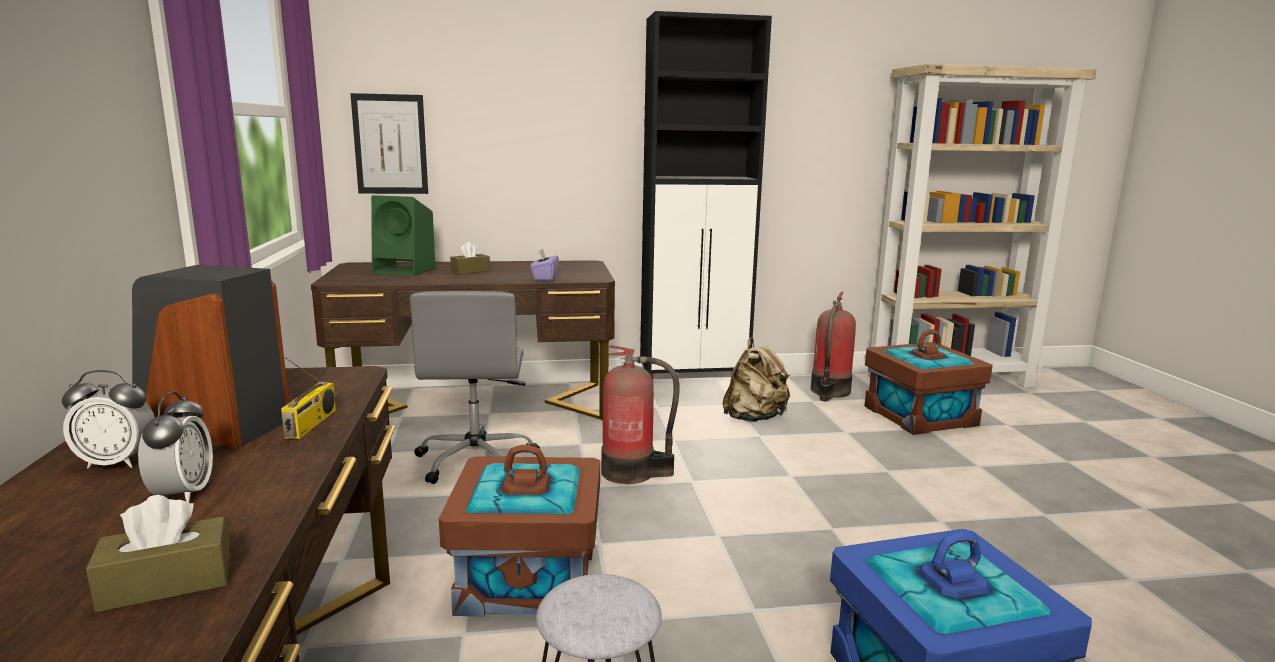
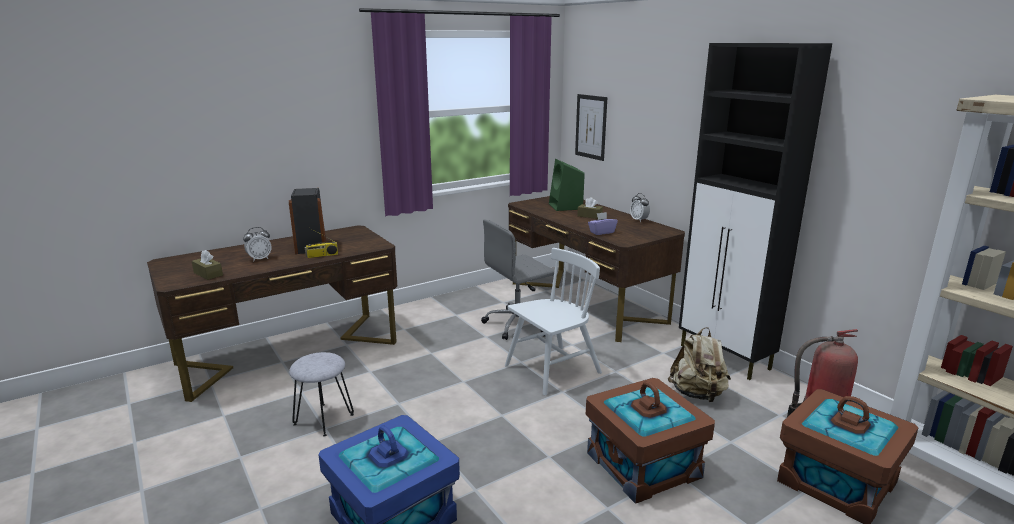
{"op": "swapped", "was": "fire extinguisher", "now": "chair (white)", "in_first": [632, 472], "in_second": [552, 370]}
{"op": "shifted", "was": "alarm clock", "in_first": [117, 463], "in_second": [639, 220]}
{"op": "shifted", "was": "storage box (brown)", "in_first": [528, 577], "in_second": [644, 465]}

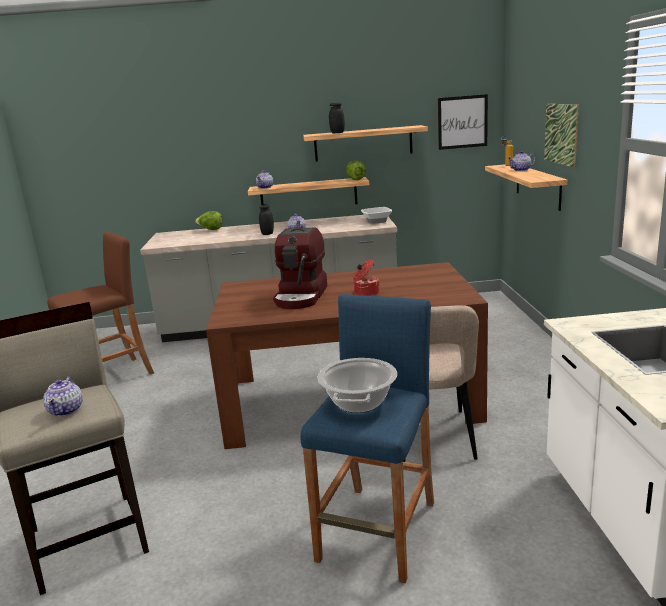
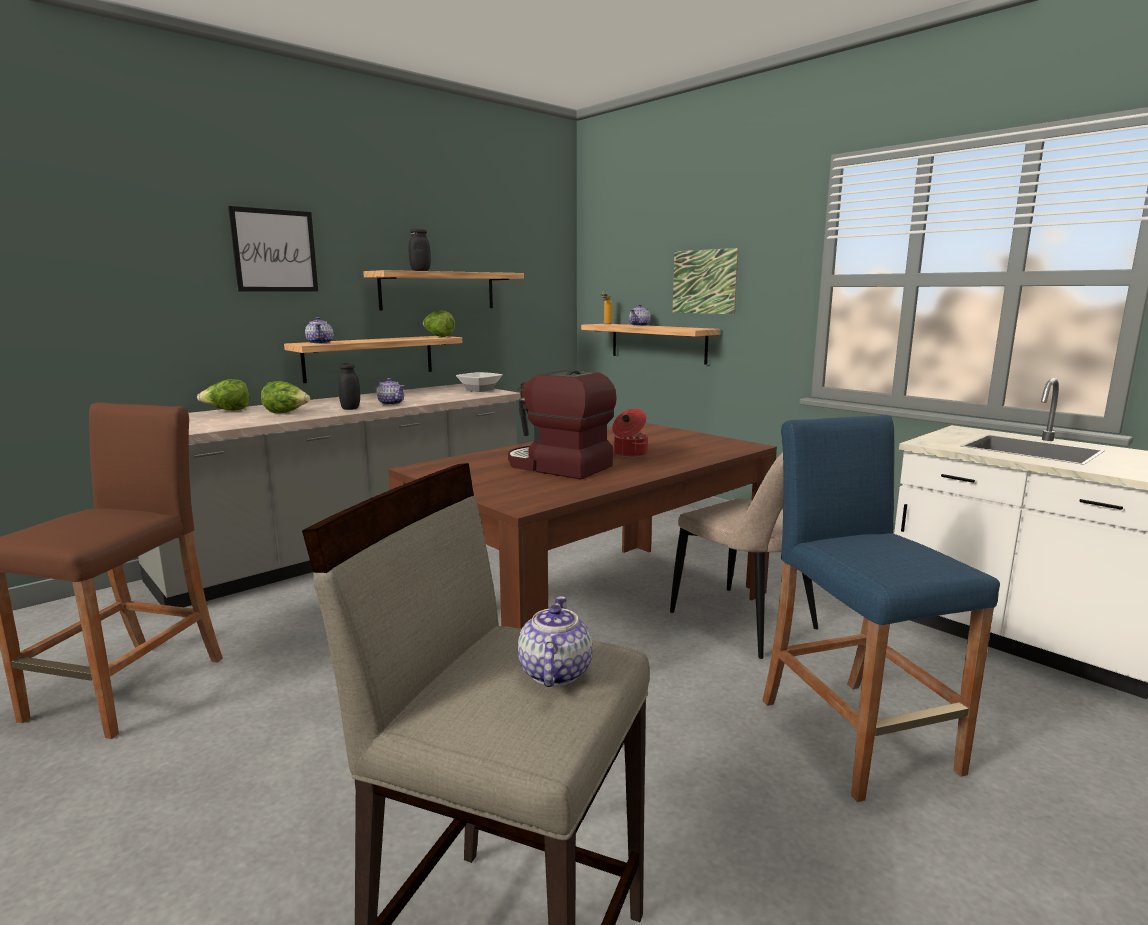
{"op": "shifted", "was": "picture", "in_first": [462, 122], "in_second": [275, 251]}
{"op": "rotated", "was": "coffee machine", "in_first": [302, 296], "in_second": [557, 467], "clockwise": 150}
{"op": "gone", "was": "cooking pot", "in_first": [358, 402]}
{"op": "rotated", "was": "teapot", "in_first": [66, 410], "in_second": [554, 673], "clockwise": -135}
{"op": "new", "now": "lettuce", "in_second": [286, 413]}

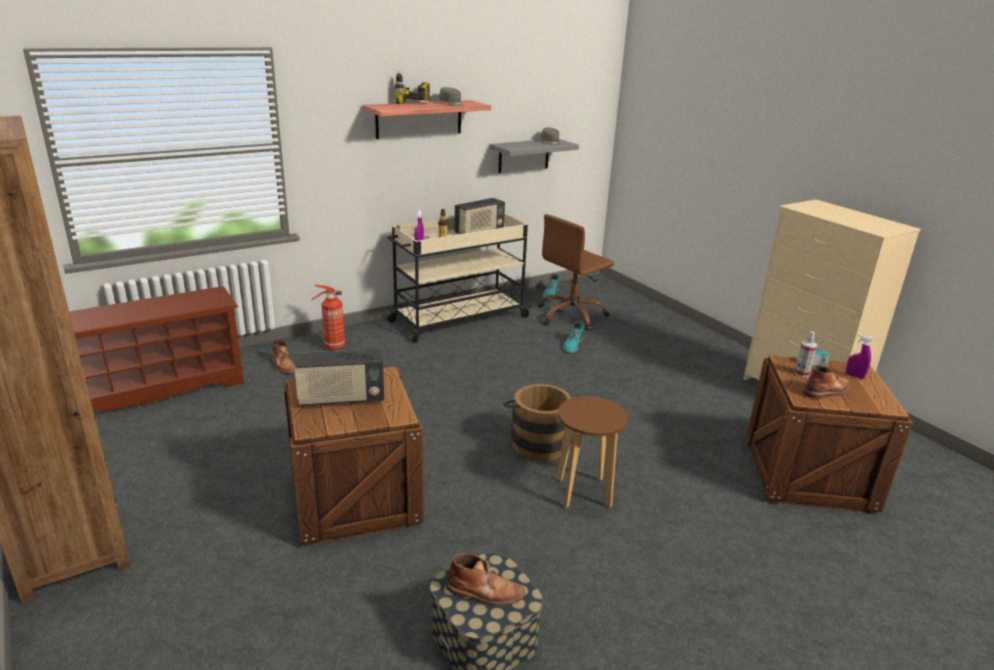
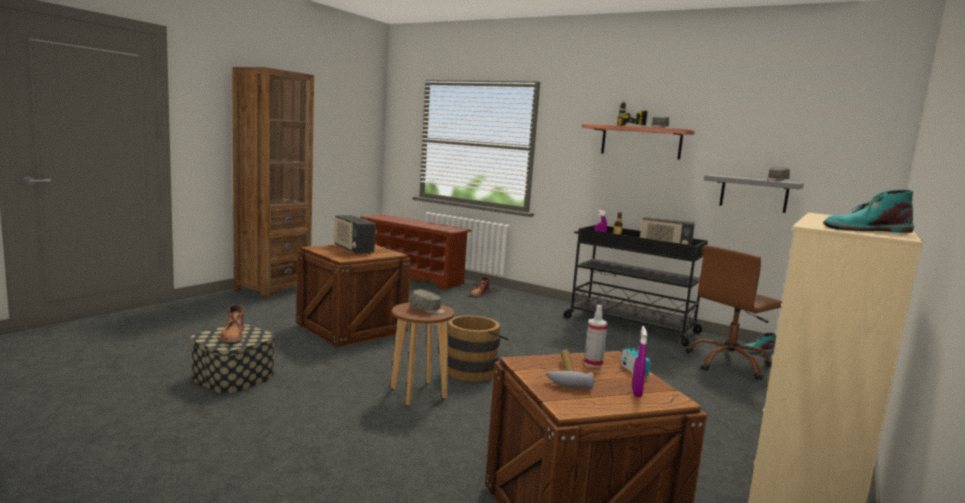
{"op": "repainted", "was": "cart (beige)", "now": "cart (black)", "in_first": [457, 319], "in_second": [629, 325]}
{"op": "rotated", "was": "office chair (brown)", "in_first": [571, 316], "in_second": [729, 363], "clockwise": -60}
{"op": "gone", "was": "fire extinguisher", "in_first": [333, 347]}
{"op": "shifted", "was": "boot (turquoise)", "in_first": [572, 345], "in_second": [865, 230]}
{"op": "swapped", "was": "boot (brown)", "now": "hammer", "in_first": [827, 390], "in_second": [565, 374]}
{"op": "new", "now": "cap (grey)", "in_second": [428, 310]}

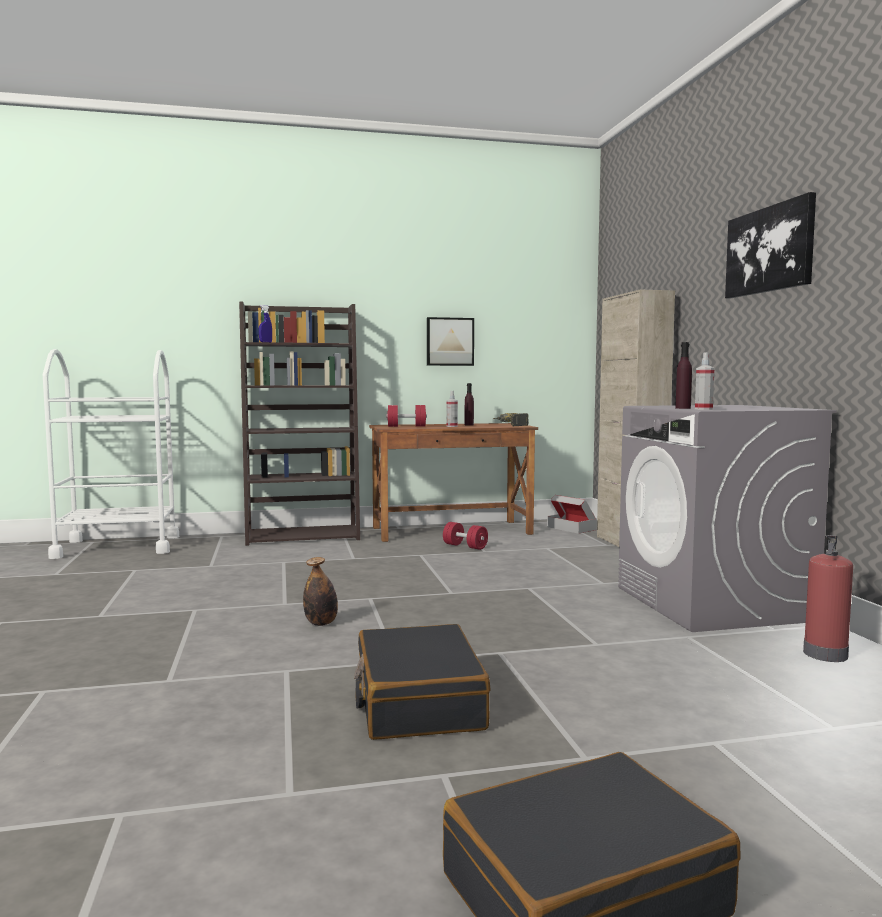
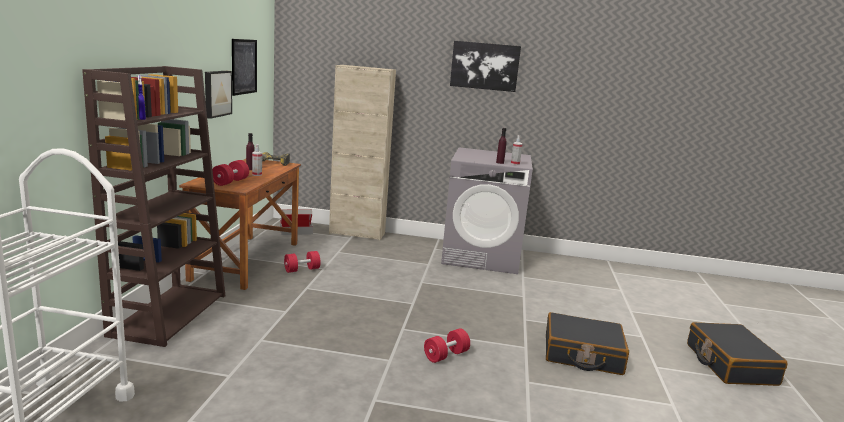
{"op": "gone", "was": "fire extinguisher", "in_first": [825, 653]}
{"op": "swapped", "was": "bottle", "now": "dumbbell (red)", "in_first": [321, 623], "in_second": [446, 355]}
{"op": "new", "now": "picture", "in_second": [244, 66]}

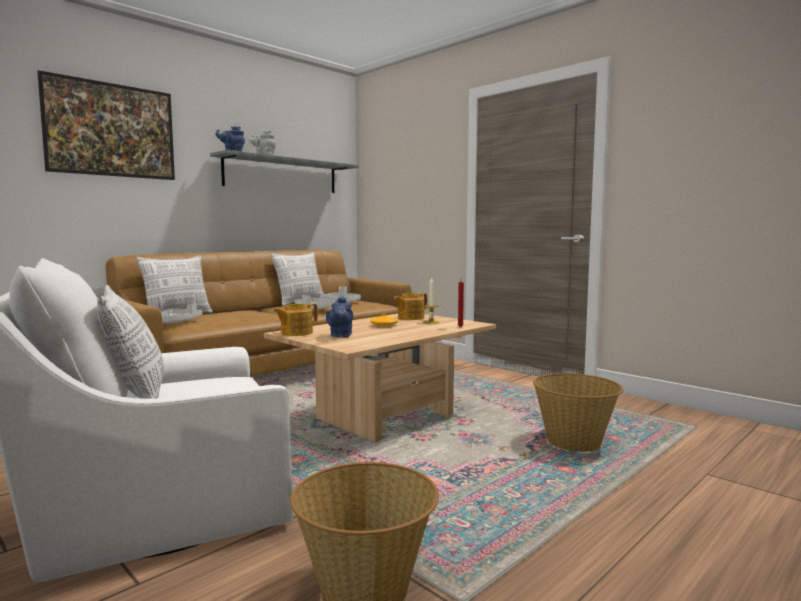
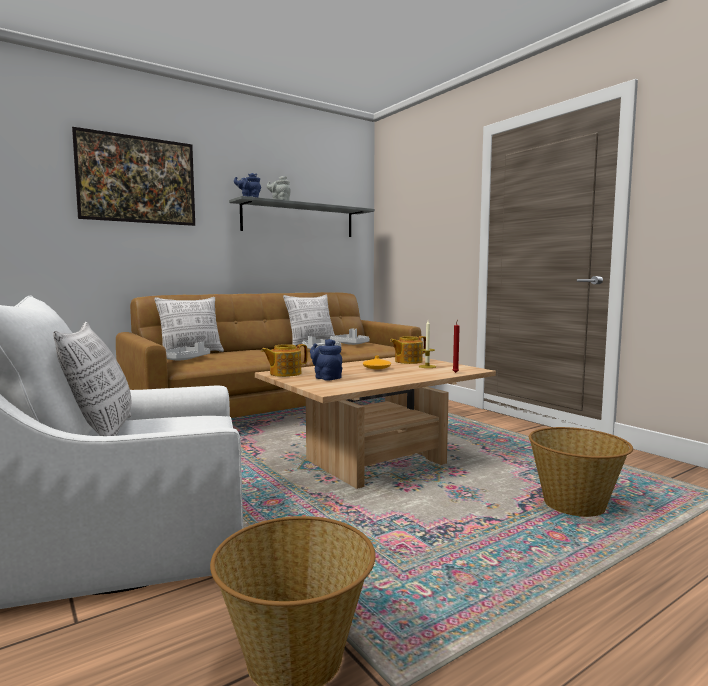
{"op": "rotated", "was": "teapot (blue)", "in_first": [340, 335], "in_second": [326, 378], "clockwise": 120}

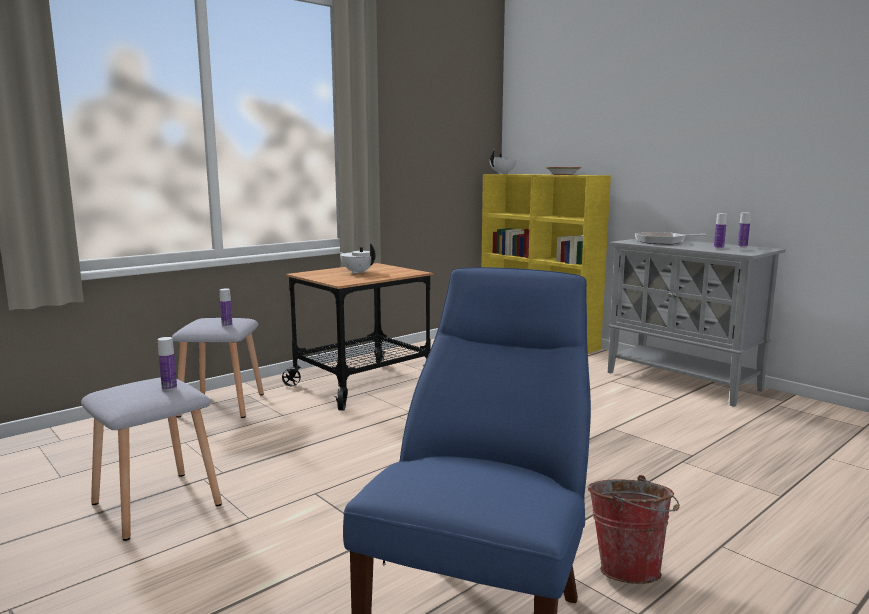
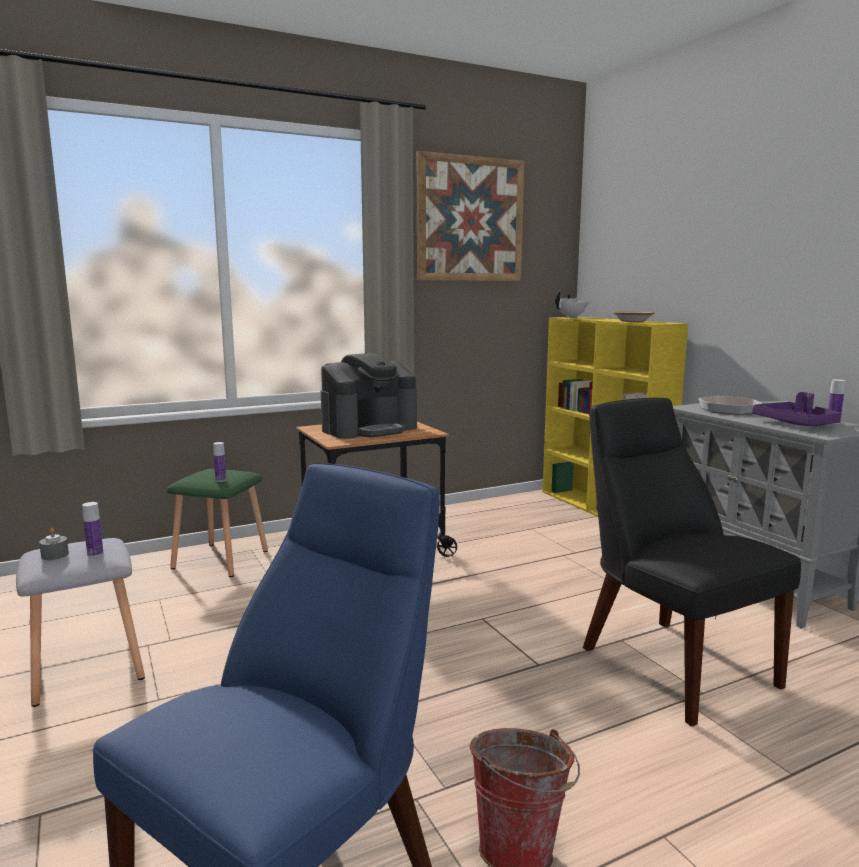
{"op": "swapped", "was": "bottle", "now": "tray (purple)", "in_first": [718, 248], "in_second": [796, 424]}
{"op": "swapped", "was": "teapot (white)", "now": "coffee machine", "in_first": [358, 272], "in_second": [369, 429]}
{"op": "repainted", "was": "stool (grey)", "now": "stool (green)", "in_first": [221, 404], "in_second": [221, 559]}
{"op": "new", "now": "picture", "in_second": [470, 219]}
{"op": "new", "now": "chair (black)", "in_second": [670, 662]}
{"op": "new", "now": "candle (grey)", "in_second": [55, 555]}

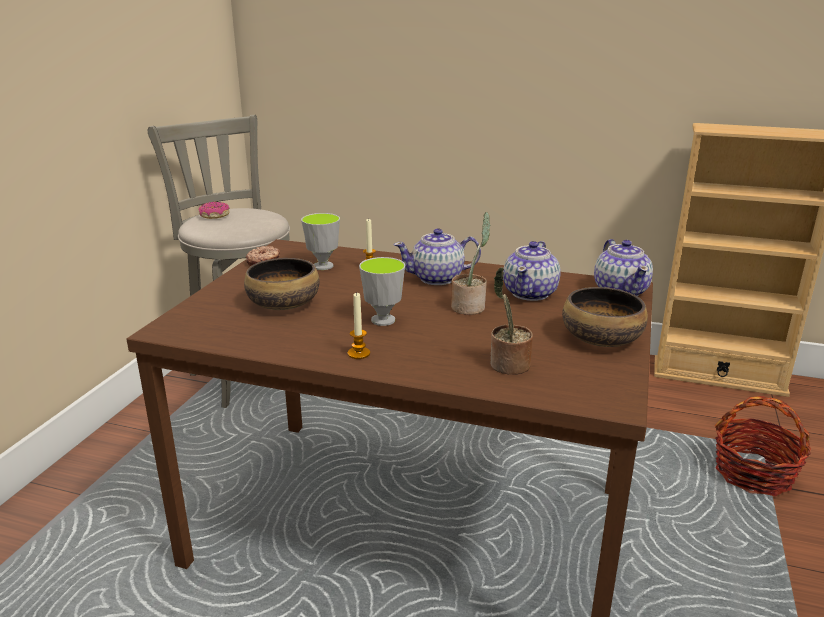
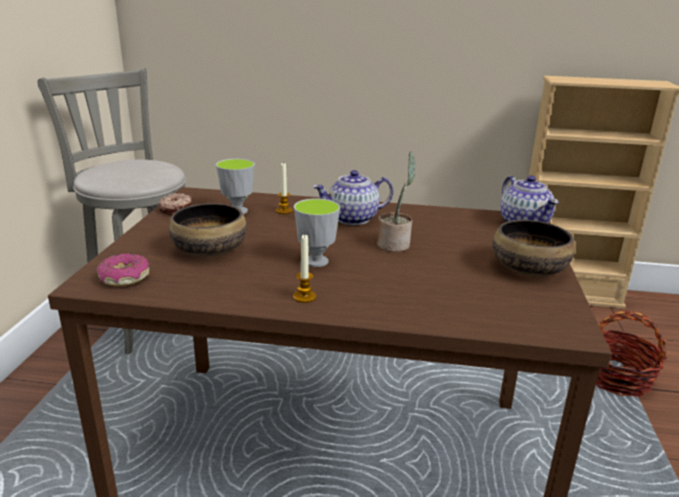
{"op": "shifted", "was": "donut", "in_first": [214, 216], "in_second": [124, 278]}
{"op": "gone", "was": "teapot", "in_first": [531, 293]}
{"op": "gone", "was": "potted plant", "in_first": [508, 365]}

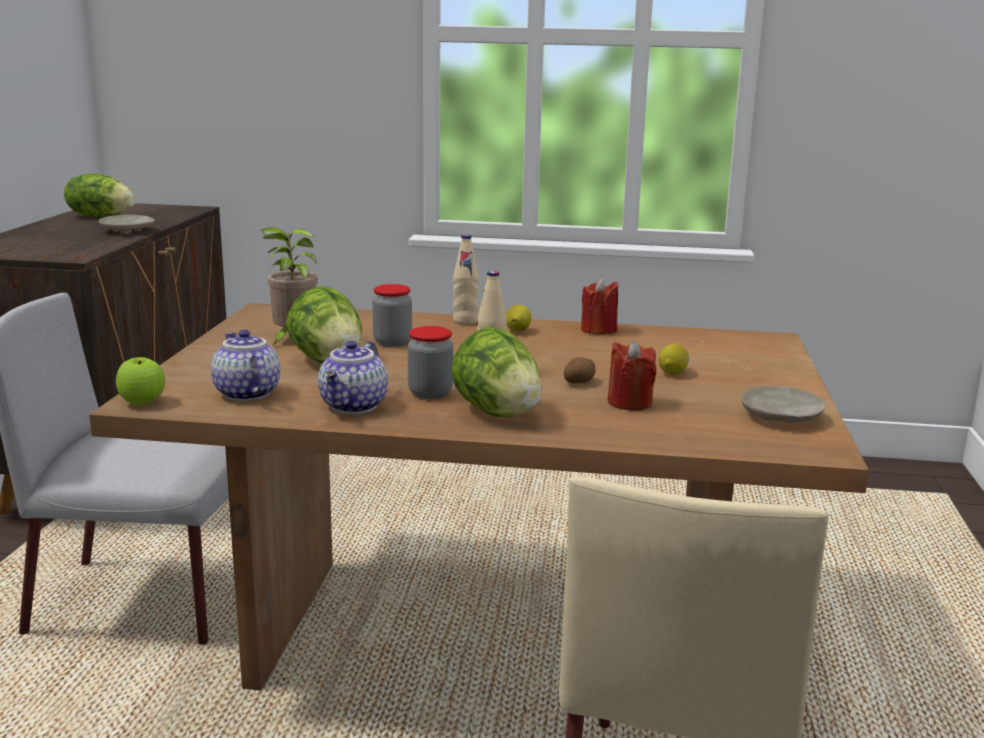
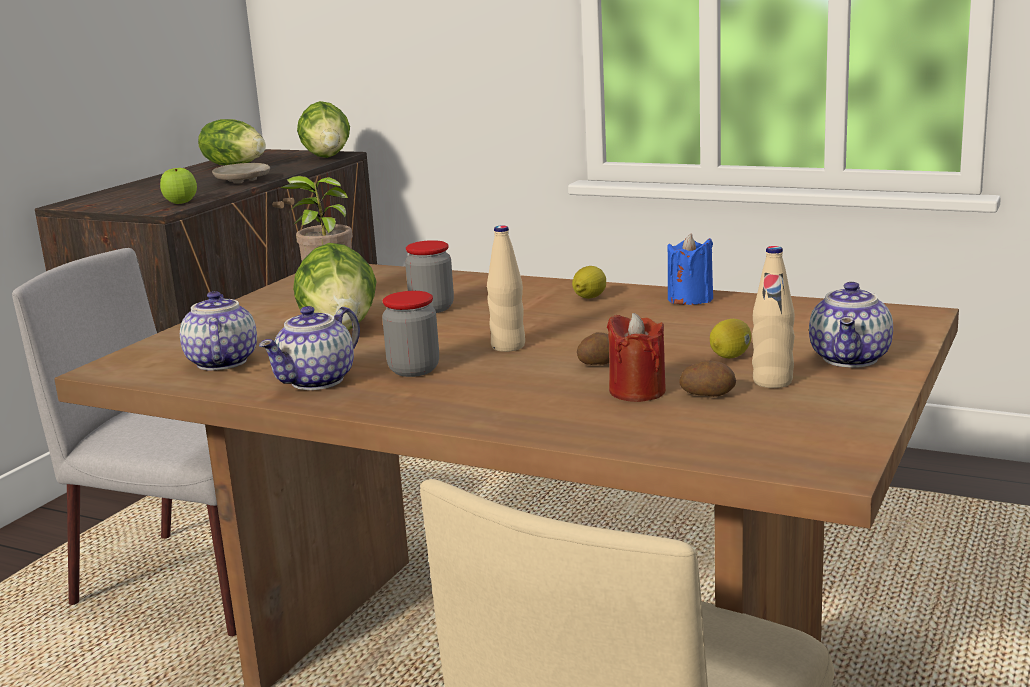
{"op": "shifted", "was": "bottle (beige)", "in_first": [465, 321], "in_second": [772, 382]}
{"op": "repainted", "was": "candle (red)", "now": "candle (blue)", "in_first": [598, 330], "in_second": [690, 299]}
{"op": "shifted", "was": "lettuce", "in_first": [497, 413], "in_second": [327, 157]}
{"op": "shifted", "was": "apple", "in_first": [142, 403], "in_second": [181, 202]}
{"op": "gone", "was": "plate (beige)", "in_first": [780, 417]}
{"op": "new", "now": "teapot", "in_second": [851, 359]}
{"op": "new", "now": "potato", "in_second": [707, 394]}

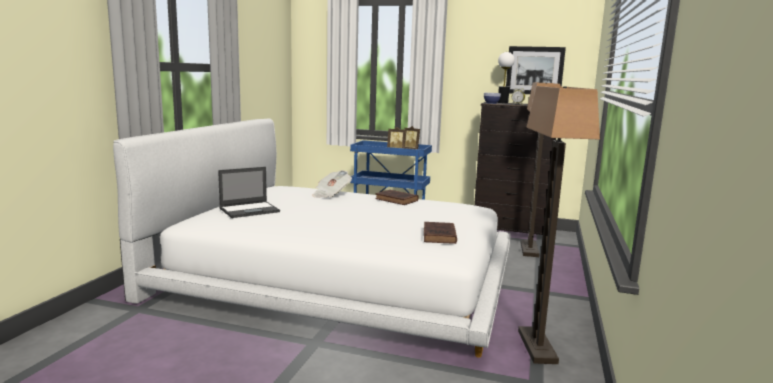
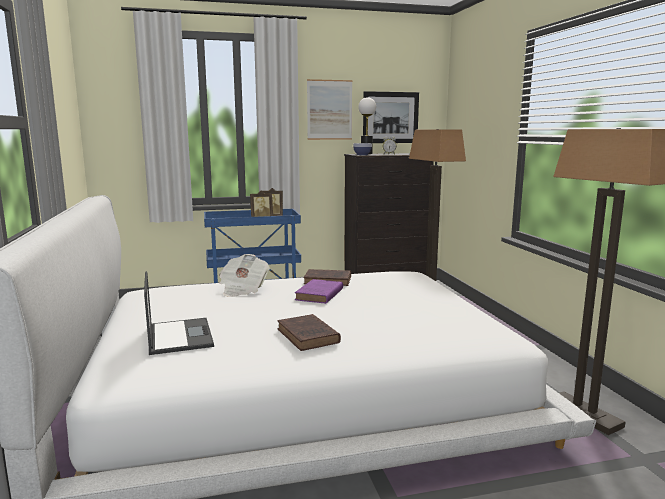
{"op": "rotated", "was": "laptop", "in_first": [250, 210], "in_second": [179, 336], "clockwise": -45}
{"op": "shifted", "was": "book (brown)", "in_first": [439, 236], "in_second": [308, 337]}
{"op": "new", "now": "picture", "in_second": [329, 110]}
{"op": "new", "now": "book (purple)", "in_second": [319, 295]}

